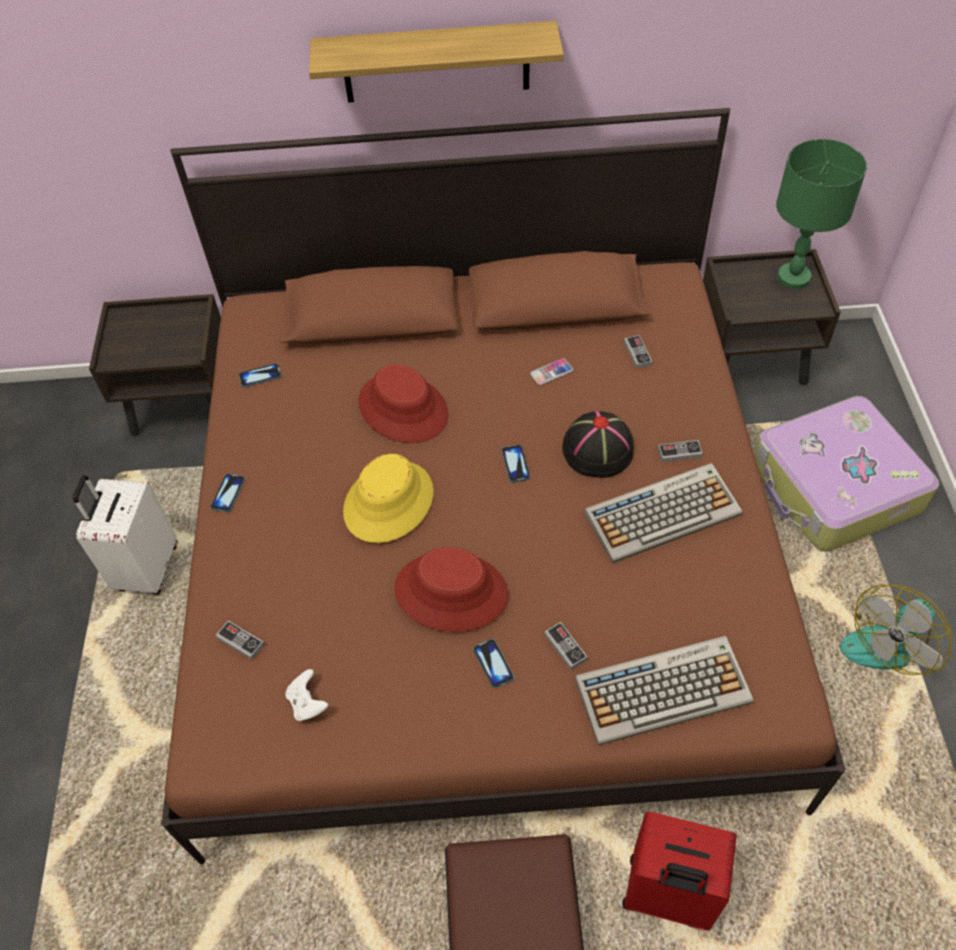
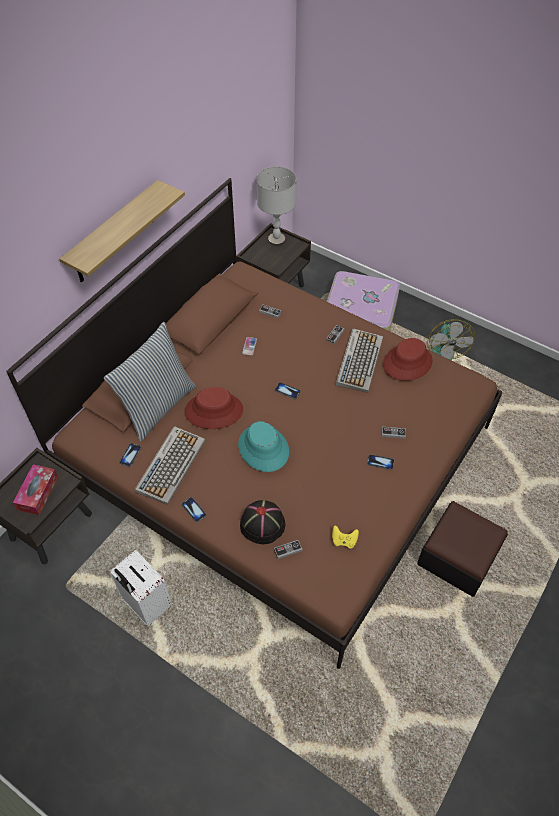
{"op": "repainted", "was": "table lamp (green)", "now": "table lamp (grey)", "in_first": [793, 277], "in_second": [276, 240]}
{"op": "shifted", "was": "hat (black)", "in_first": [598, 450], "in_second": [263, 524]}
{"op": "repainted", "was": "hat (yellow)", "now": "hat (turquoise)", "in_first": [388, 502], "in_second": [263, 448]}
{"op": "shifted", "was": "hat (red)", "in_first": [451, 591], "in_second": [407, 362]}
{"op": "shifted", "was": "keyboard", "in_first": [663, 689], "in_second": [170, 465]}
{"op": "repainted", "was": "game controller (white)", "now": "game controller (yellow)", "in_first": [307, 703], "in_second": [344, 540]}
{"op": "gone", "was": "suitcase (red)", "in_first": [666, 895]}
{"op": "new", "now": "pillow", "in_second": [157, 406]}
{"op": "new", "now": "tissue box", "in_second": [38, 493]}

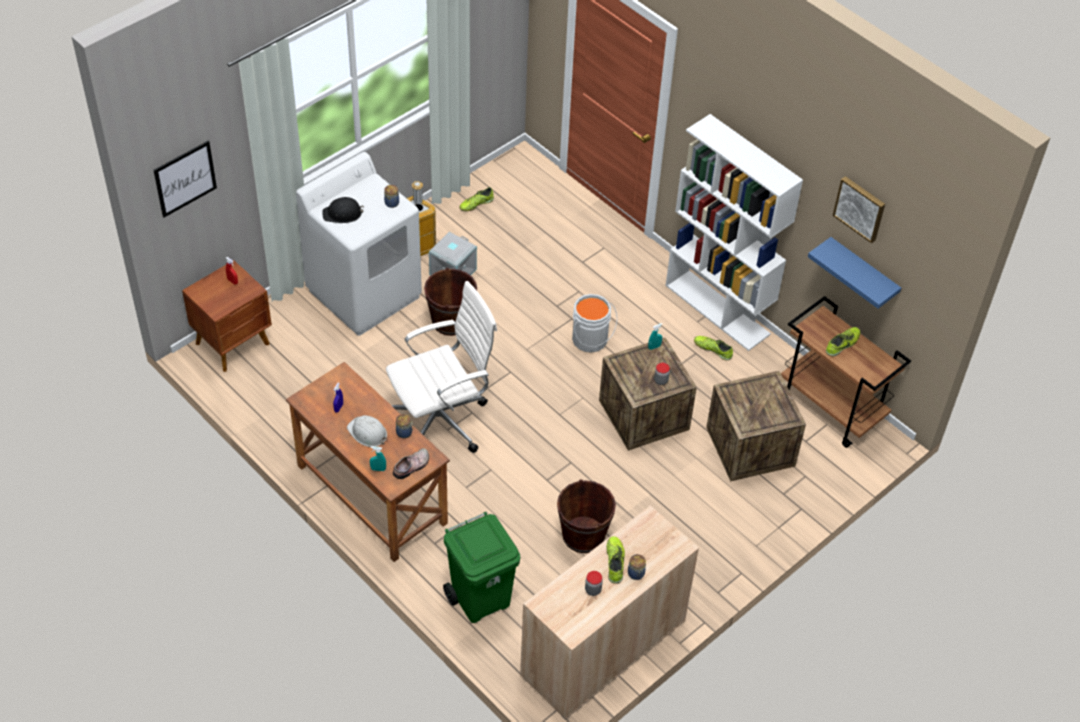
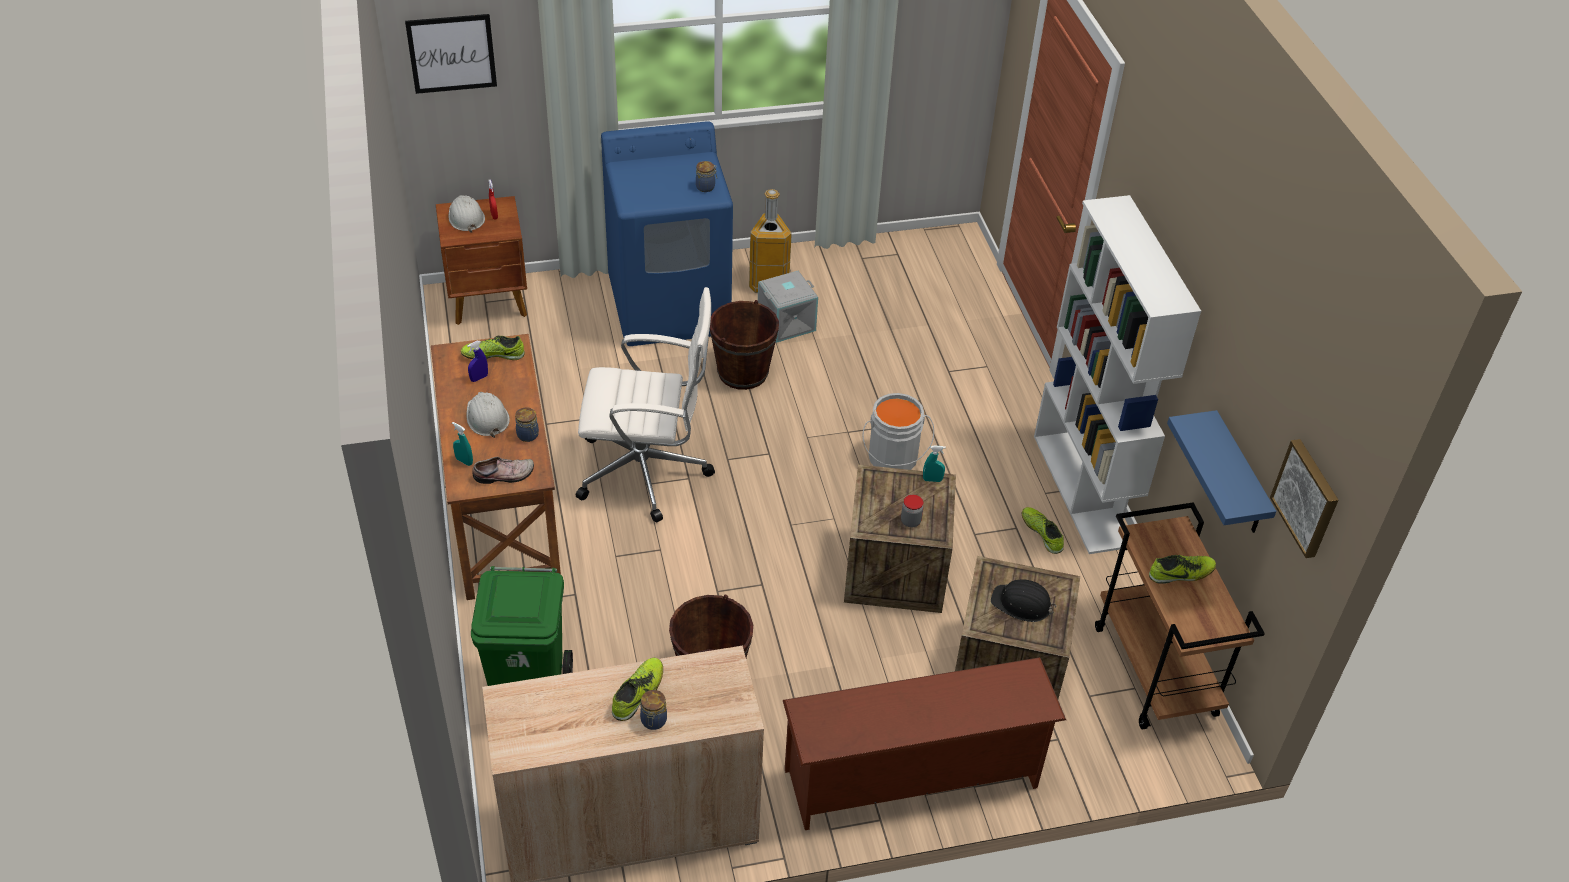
{"op": "repainted", "was": "washing machine (white)", "now": "washing machine (blue)", "in_first": [365, 293], "in_second": [670, 306]}
{"op": "shifted", "was": "picture", "in_first": [860, 208], "in_second": [1307, 497]}
{"op": "shifted", "was": "shoe", "in_first": [476, 204], "in_second": [493, 355]}
{"op": "shifted", "was": "hard hat (black)", "in_first": [343, 214], "in_second": [1022, 604]}
{"op": "gone", "was": "jar", "in_first": [593, 590]}
{"op": "new", "now": "hard hat (white)", "in_second": [466, 217]}
{"op": "new", "now": "shoe rack (brown)", "in_second": [912, 780]}

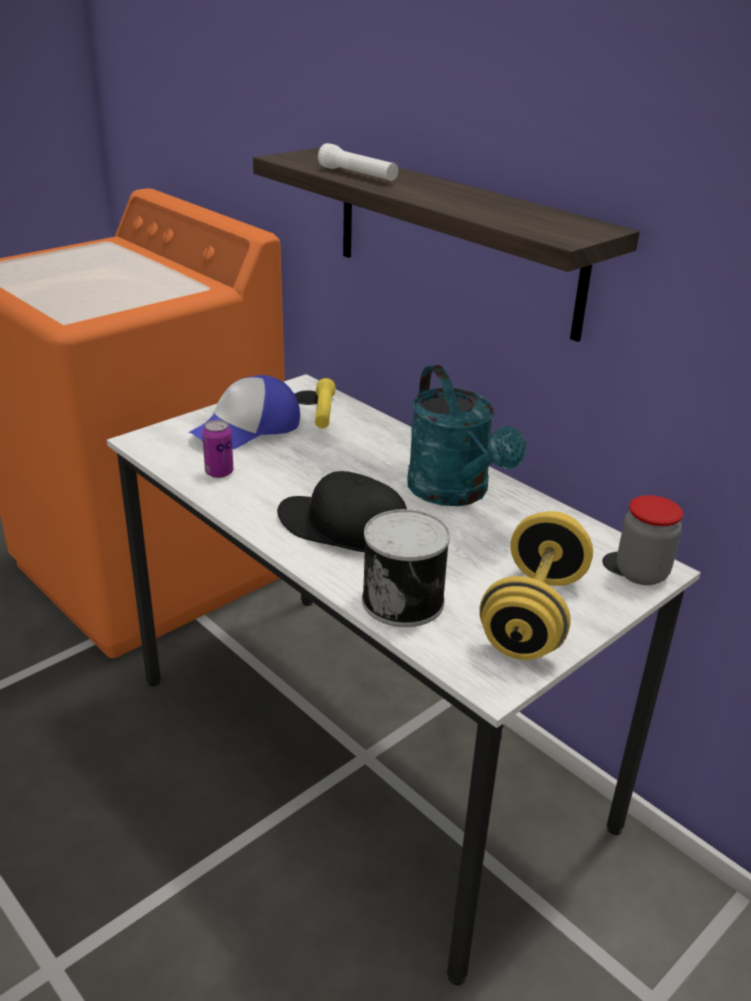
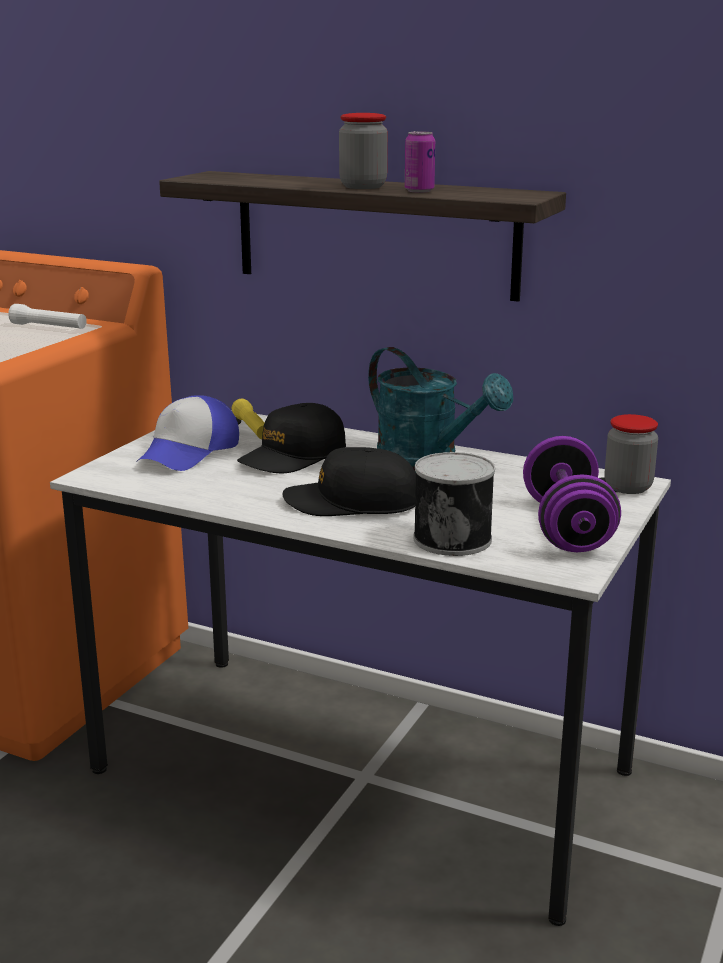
{"op": "shifted", "was": "flashlight (white)", "in_first": [358, 175], "in_second": [49, 327]}
{"op": "shifted", "was": "can", "in_first": [219, 472], "in_second": [419, 191]}
{"op": "repainted", "was": "dumbbell (yellow)", "now": "dumbbell (purple)", "in_first": [533, 615], "in_second": [567, 527]}
{"op": "new", "now": "jar", "in_second": [363, 186]}
{"op": "new", "now": "cap (black)", "in_second": [293, 457]}

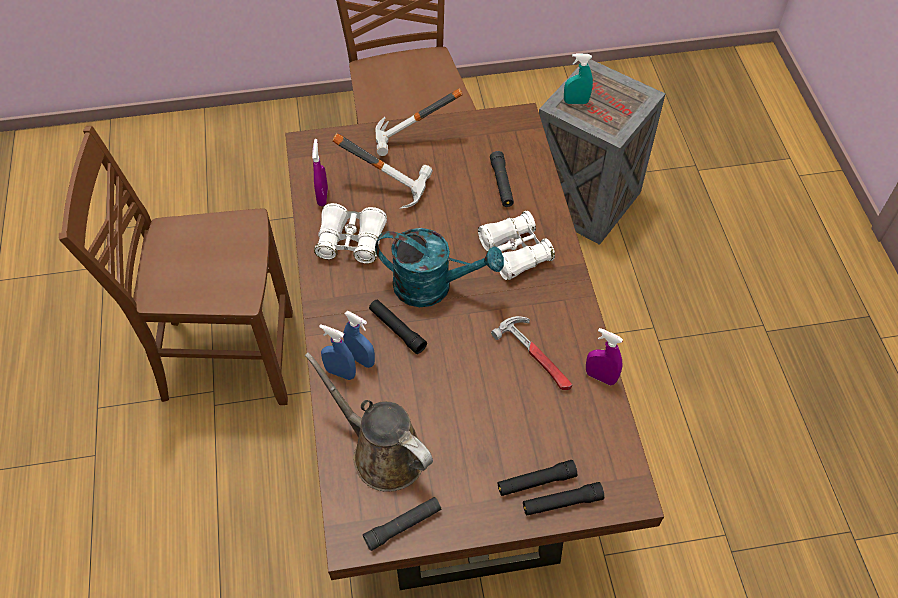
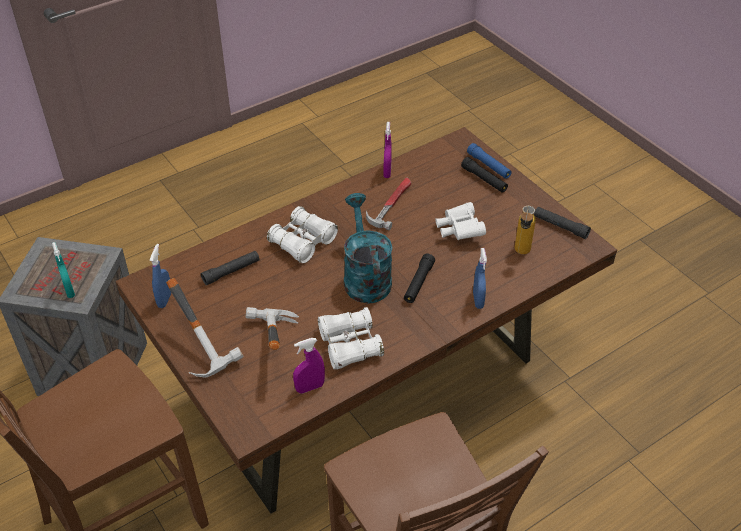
{"op": "shifted", "was": "spray bottle (blue)", "in_first": [361, 359], "in_second": [164, 299]}
{"op": "swapped", "was": "watering can (brown)", "now": "bottle", "in_first": [382, 453], "in_second": [521, 254]}
{"op": "repainted", "was": "flashlight (black)", "now": "flashlight (blue)", "in_first": [562, 503], "in_second": [489, 166]}
{"op": "new", "now": "binoculars (white)", "in_second": [459, 230]}

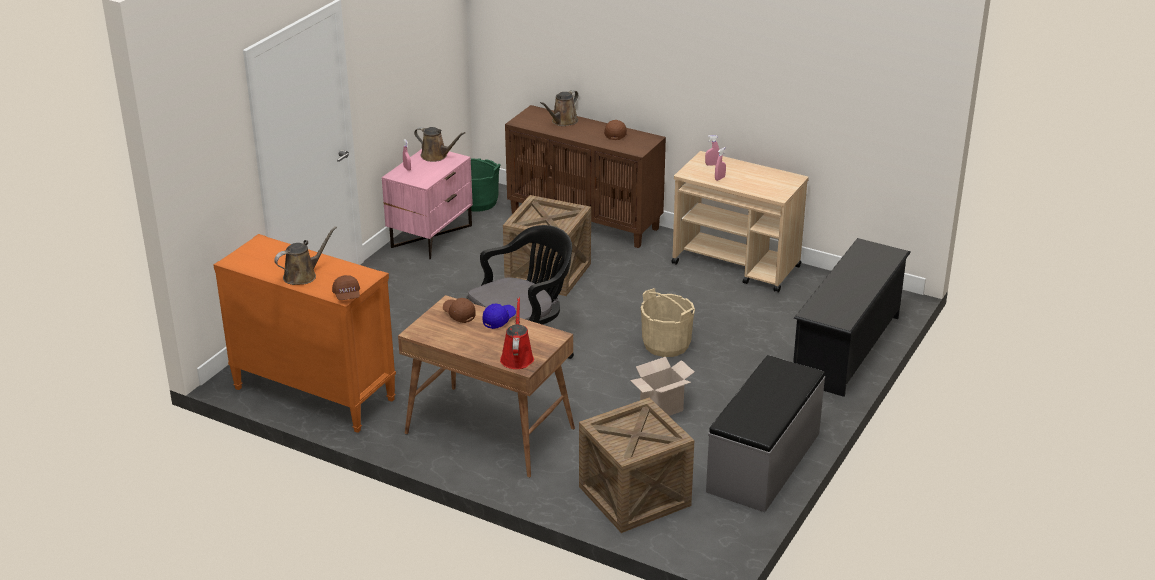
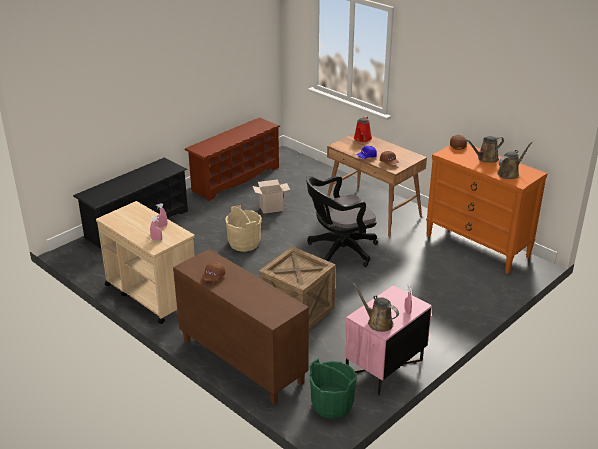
{"op": "shifted", "was": "watering can (brown)", "in_first": [563, 121], "in_second": [509, 173]}
{"op": "swapped", "was": "bench (grey)", "now": "shoe rack (brown)", "in_first": [765, 462], "in_second": [235, 178]}
{"op": "gone", "was": "crate", "in_first": [634, 496]}

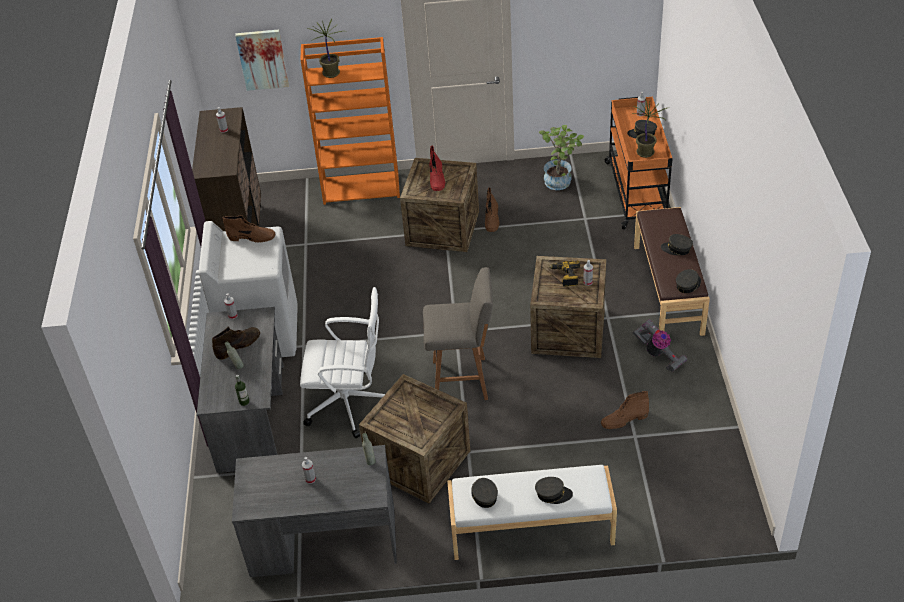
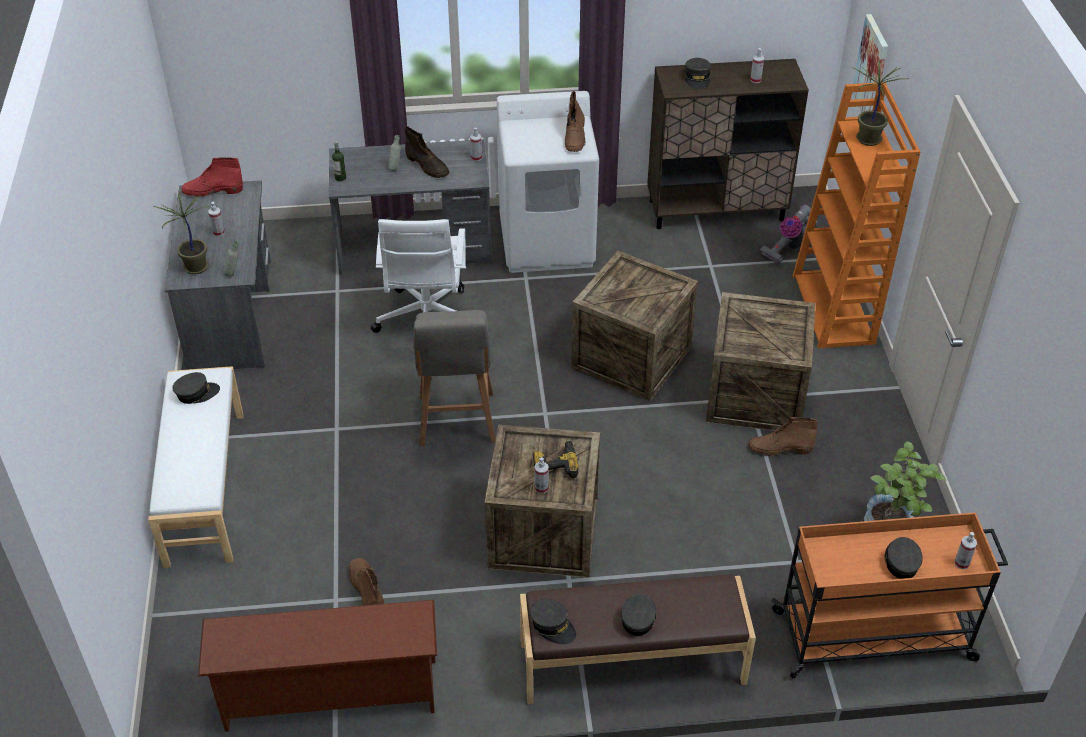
{"op": "shifted", "was": "potted plant", "in_first": [646, 153], "in_second": [195, 268]}
{"op": "shifted", "was": "boot (red)", "in_first": [437, 179], "in_second": [212, 191]}
{"op": "shifted", "was": "vacuum cleaner", "in_first": [658, 354], "in_second": [788, 247]}
{"op": "shifted", "was": "crate", "in_first": [418, 461], "in_second": [631, 357]}
{"op": "shifted", "was": "cap (grey)", "in_first": [553, 494], "in_second": [697, 78]}
{"op": "new", "now": "shoe rack (brown)", "in_second": [329, 697]}

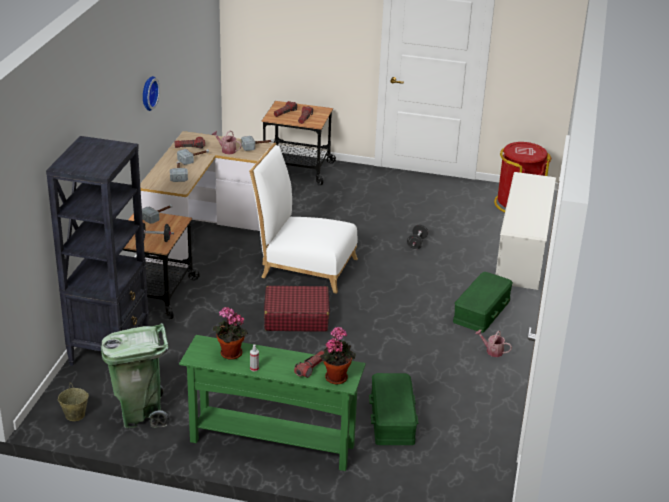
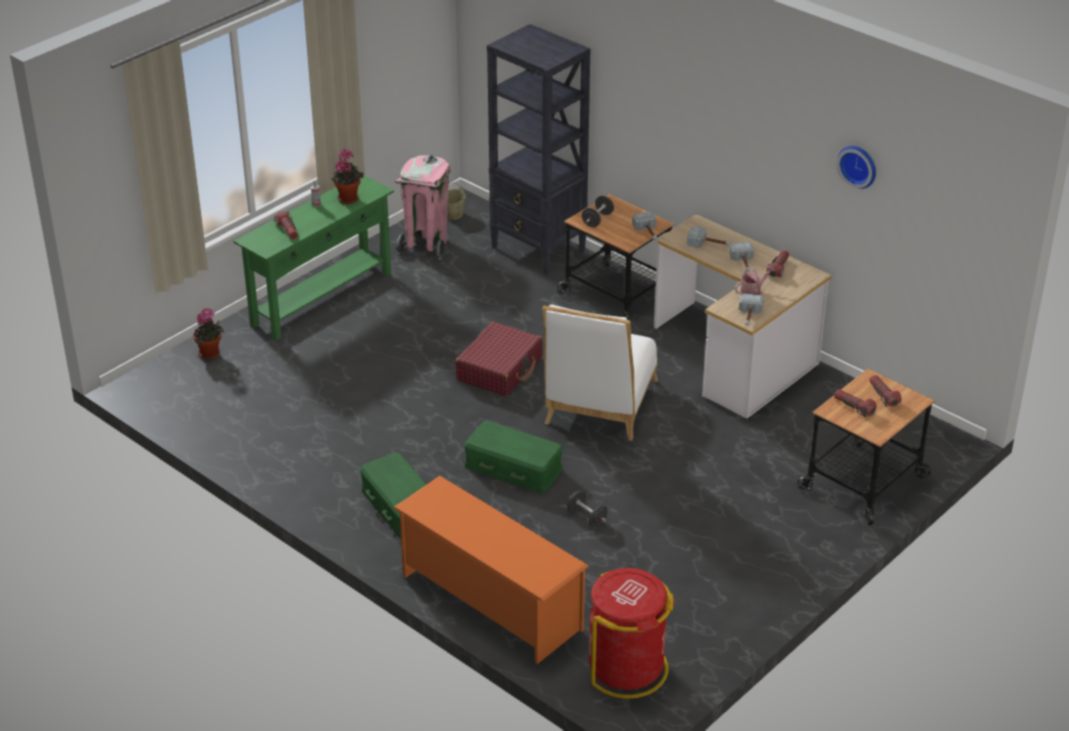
{"op": "shifted", "was": "wall clock", "in_first": [148, 93], "in_second": [858, 165]}
{"op": "rotated", "was": "chair (white)", "in_first": [303, 266], "in_second": [599, 407], "clockwise": 150}
{"op": "repainted", "was": "shoe rack (white)", "now": "shoe rack (orange)", "in_first": [522, 255], "in_second": [490, 602]}
{"op": "repainted", "was": "trash can (green)", "now": "trash can (pink)", "in_first": [140, 414], "in_second": [425, 245]}
{"op": "shifted", "was": "potted plant", "in_first": [336, 376], "in_second": [211, 354]}
{"op": "gone", "was": "watering can", "in_first": [492, 351]}
{"op": "shifted", "was": "storage box (green)", "in_first": [391, 418], "in_second": [514, 467]}

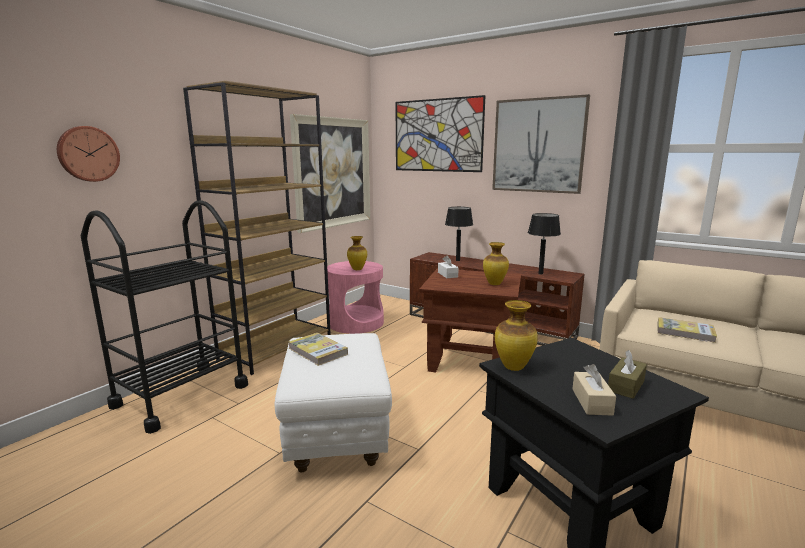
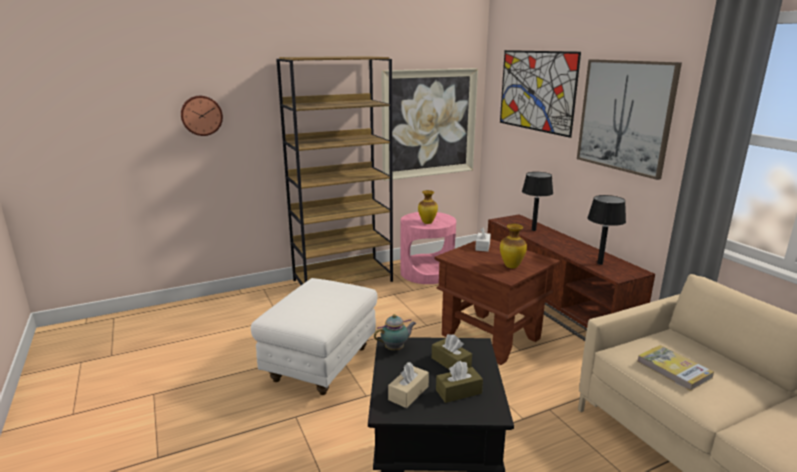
{"op": "gone", "was": "cart (black)", "in_first": [181, 395]}
{"op": "swapped", "was": "vase", "now": "teapot", "in_first": [514, 368], "in_second": [396, 348]}
{"op": "gone", "was": "book", "in_first": [318, 351]}
{"op": "new", "now": "tissue box (brown)", "in_second": [451, 363]}

